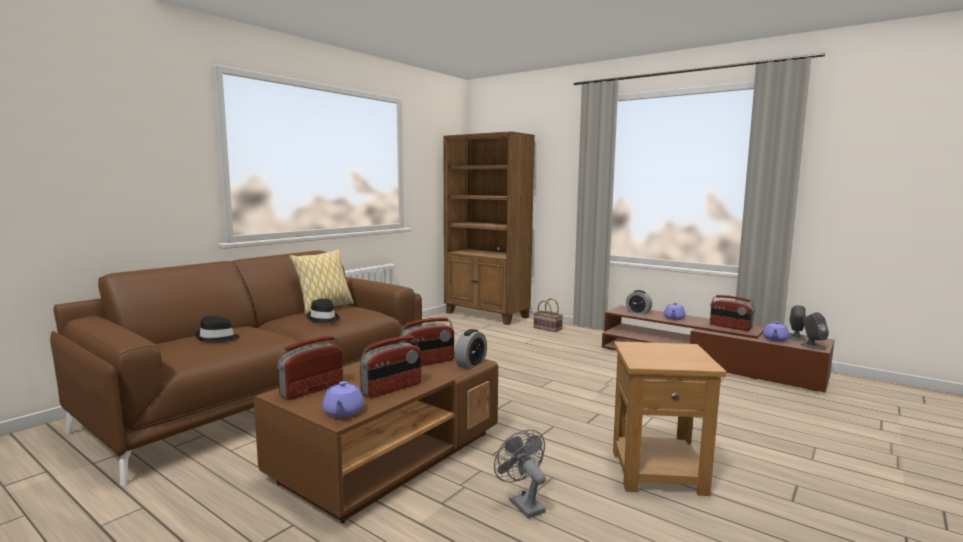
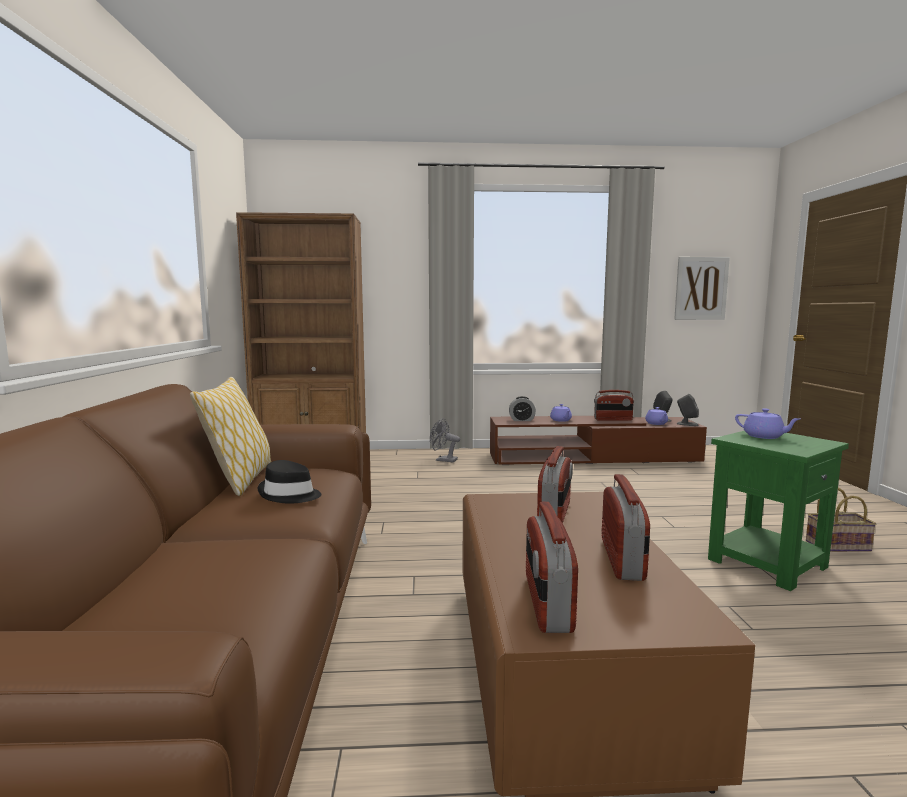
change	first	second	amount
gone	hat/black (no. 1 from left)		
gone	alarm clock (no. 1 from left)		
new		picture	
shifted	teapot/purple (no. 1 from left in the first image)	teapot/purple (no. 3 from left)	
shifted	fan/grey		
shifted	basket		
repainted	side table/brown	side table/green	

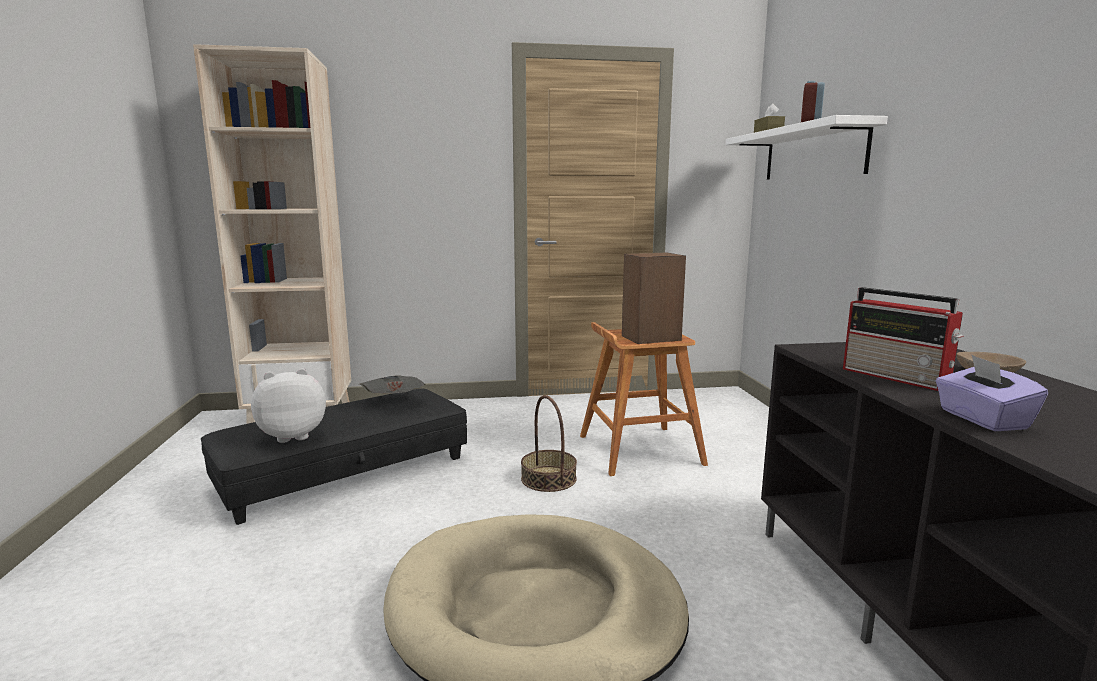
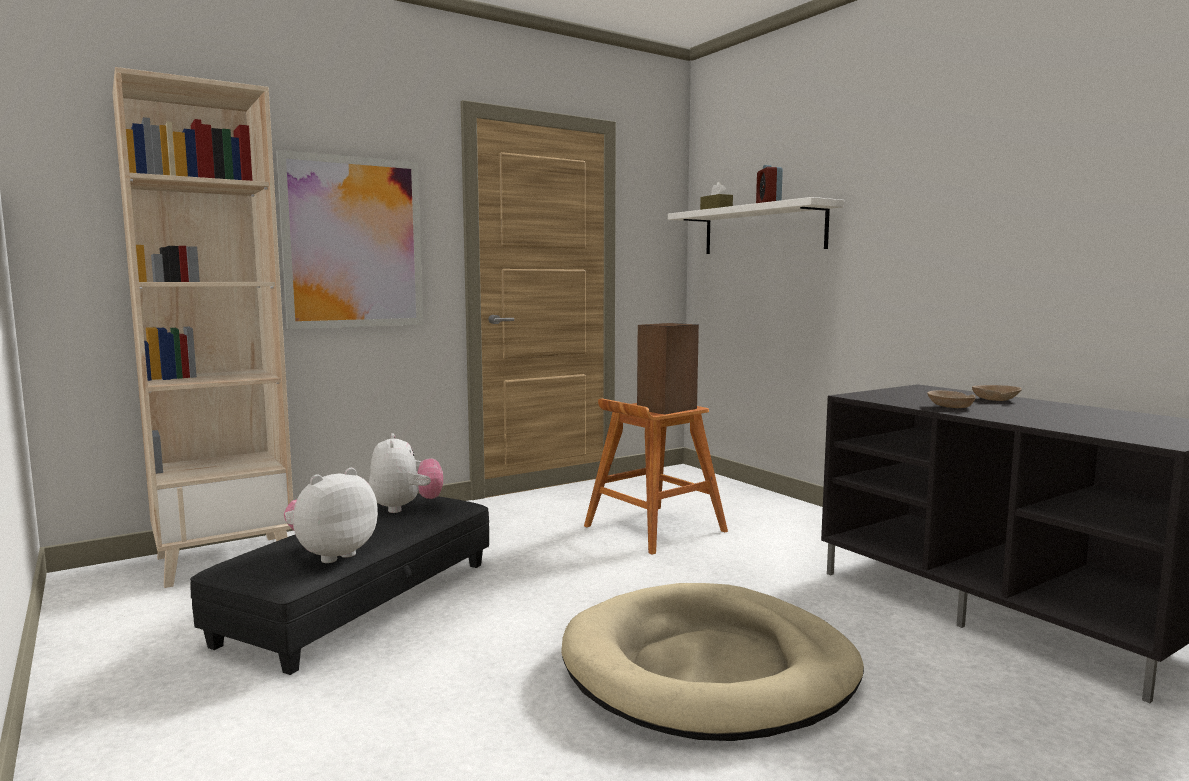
change	first	second	amount
gone	basket		
gone	tissue box/purple		
new		picture	
swapped	newspaper	plush toy (no. 2 from left)	
swapped	radio	bowl/beige (no. 1 from left)	

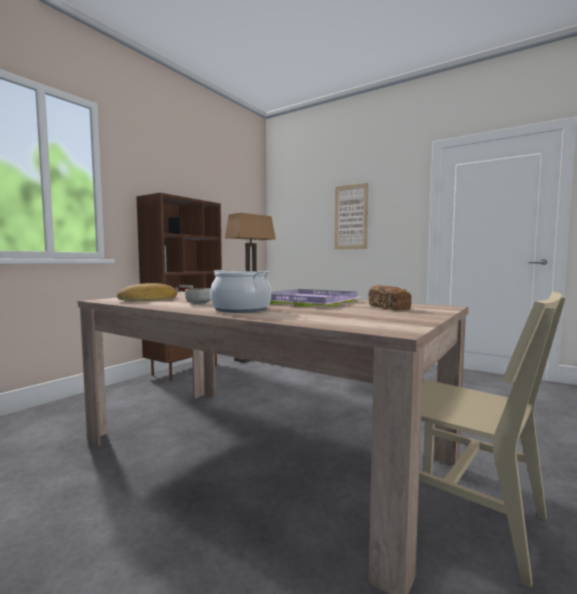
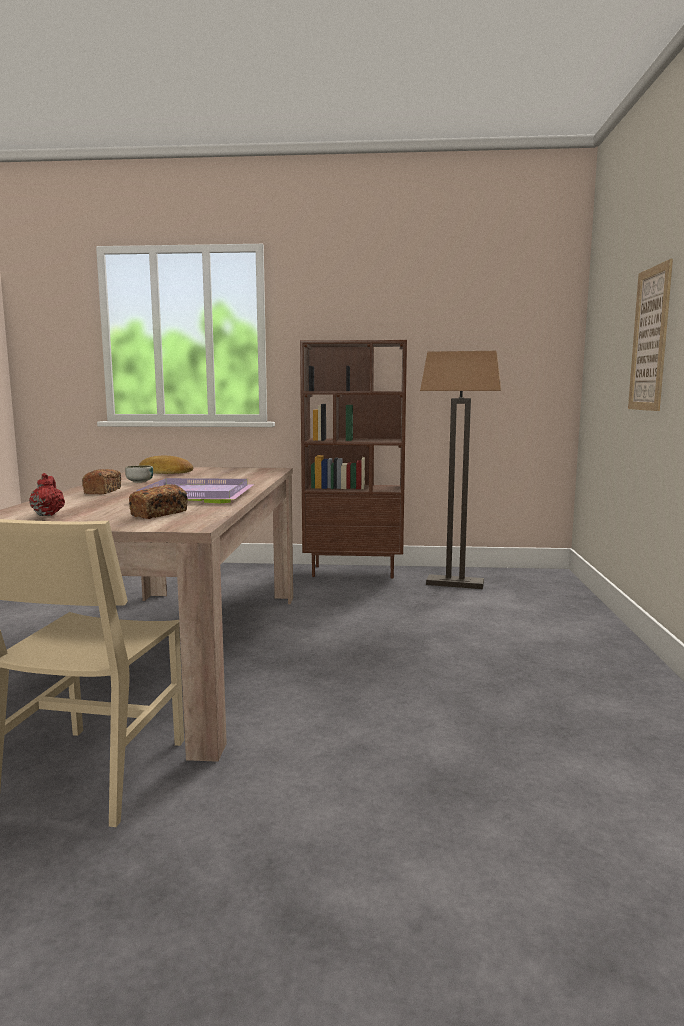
change	first	second	amount
new		teapot/red	
swapped	cooking pot	bread (no. 1 from left)	

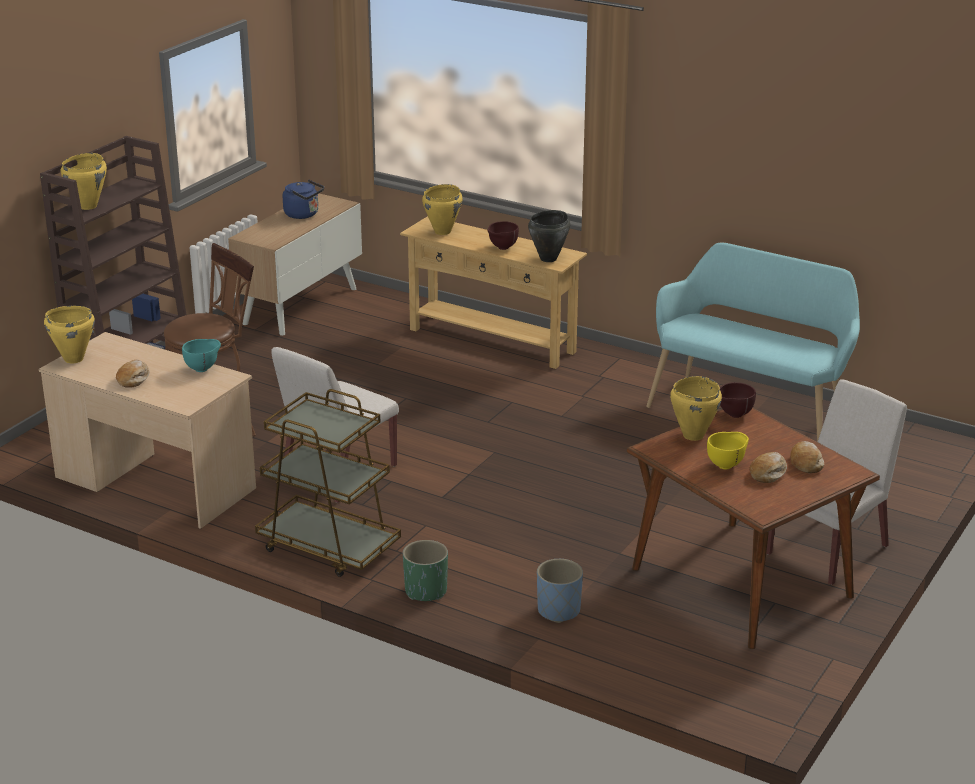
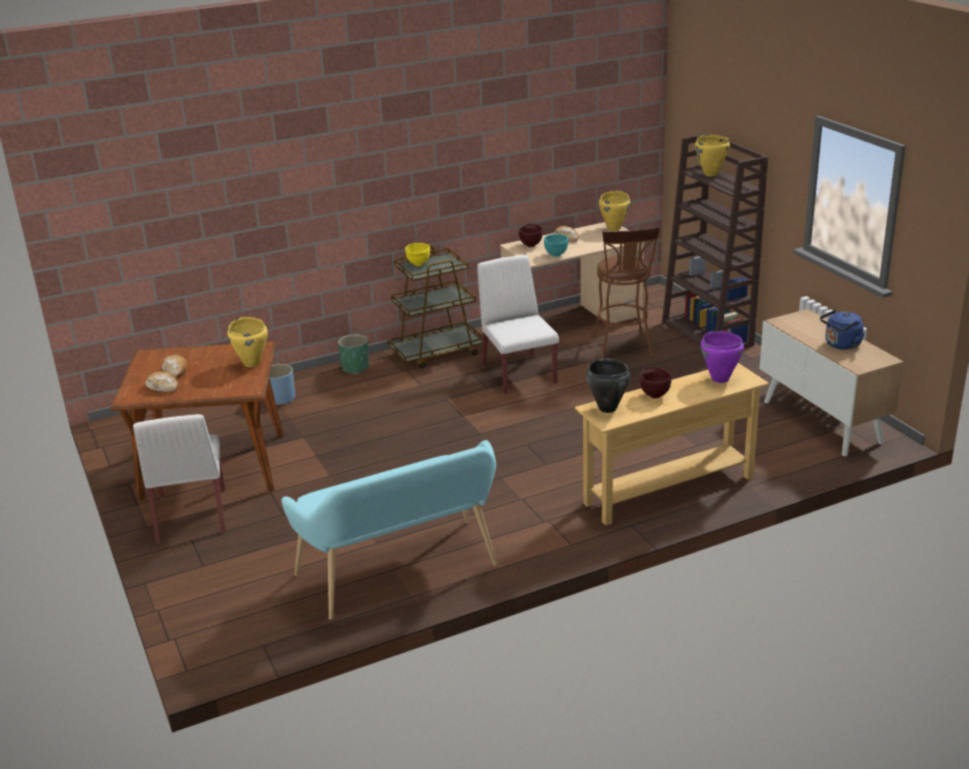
change	first	second	amount
shifted	bowl/yellow		
shifted	bowl/brown (no. 2 from left in the first image)	bowl/brown (no. 1 from left)	
repainted	cooking pot/yellow (no. 3 from left)	cooking pot/purple	

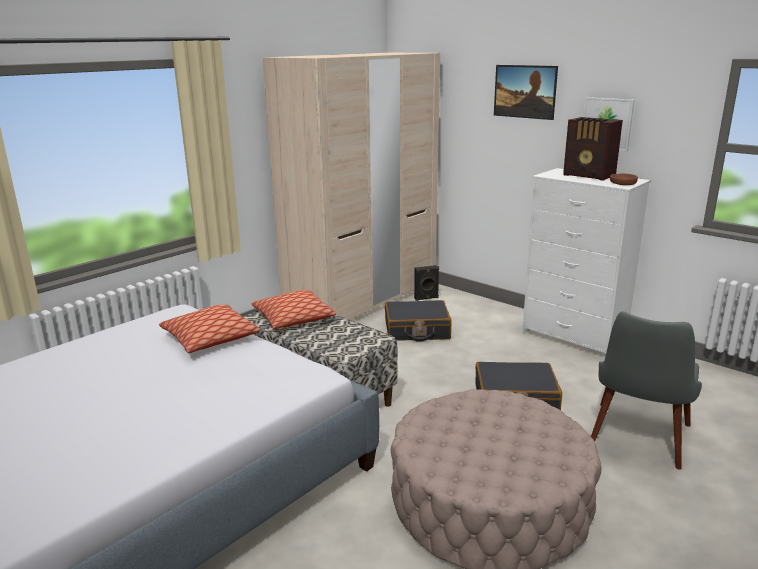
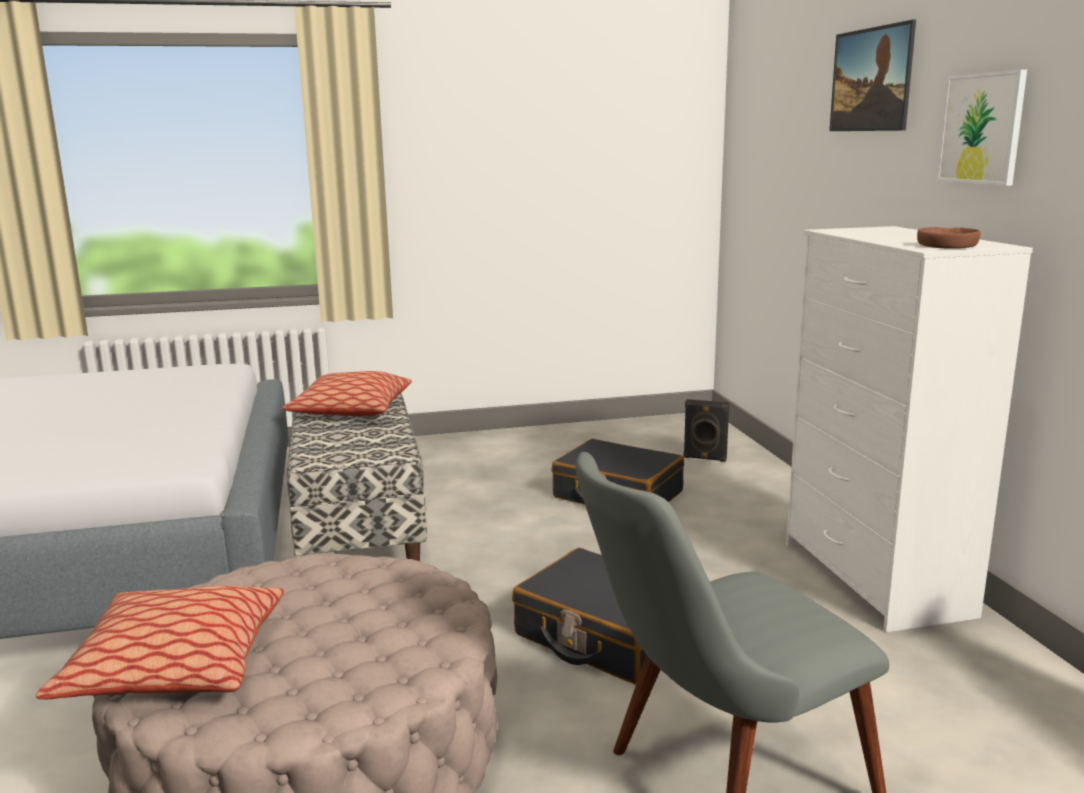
change	first	second	amount
gone	wardrobe/beige		
gone	radio		
shifted	pillow (no. 1 from left)		

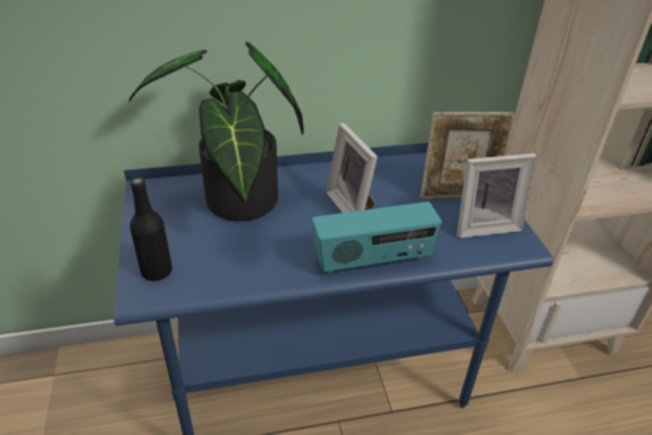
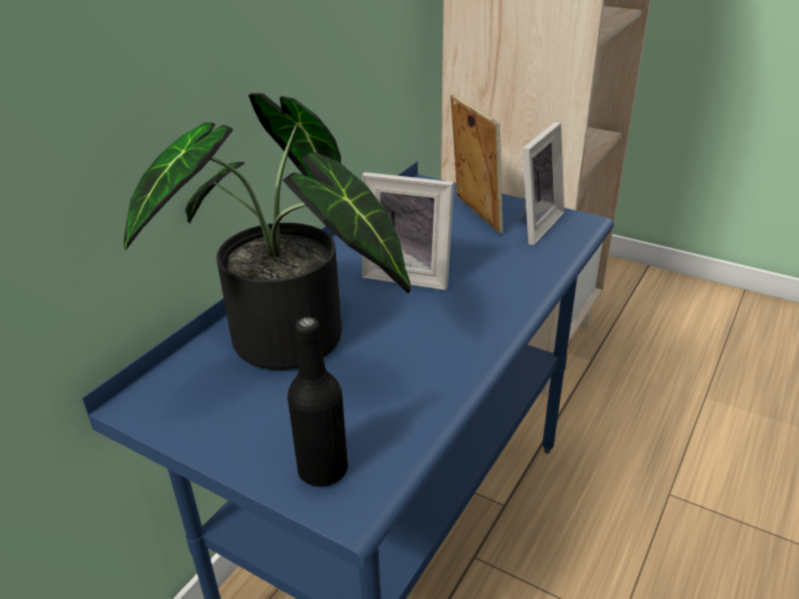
change	first	second	amount
gone	radio		
rotated	picture frame (no. 2 from left)		60 degrees counterclockwise

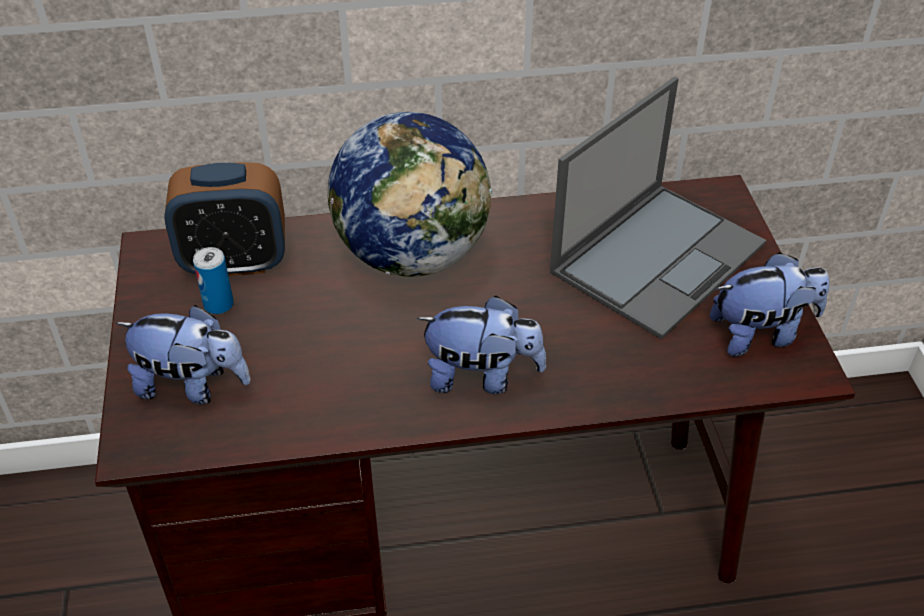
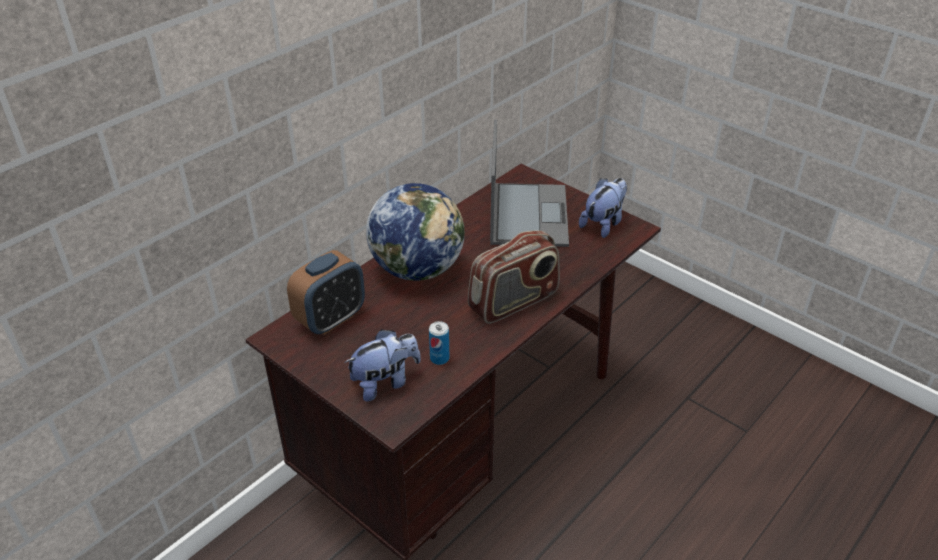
change	first	second	amount
shifted	can		
swapped	plush toy (no. 2 from left)	radio	

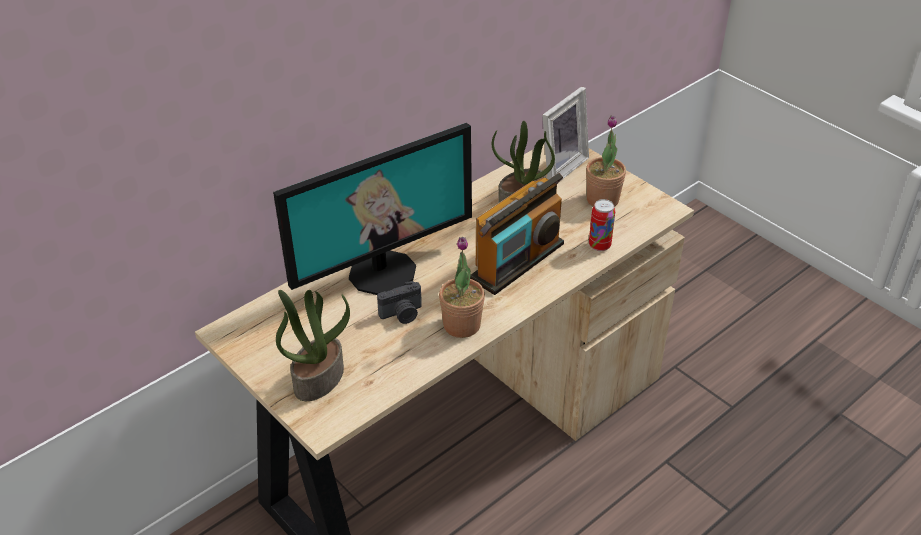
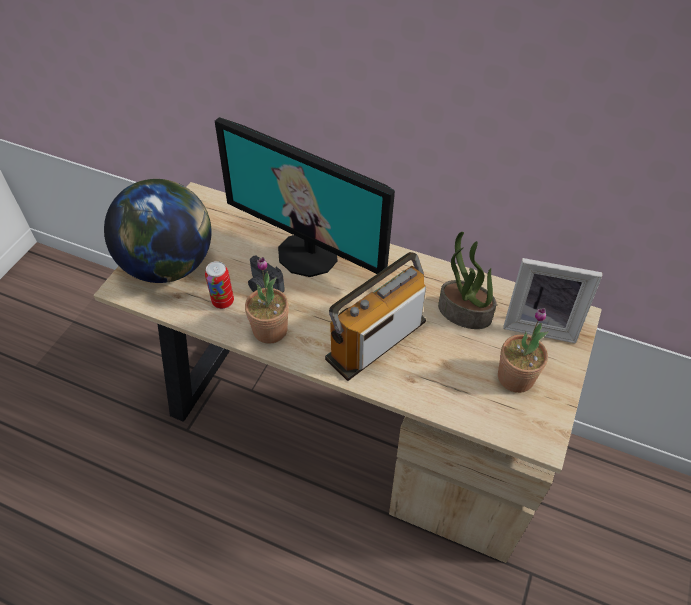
change	first	second	amount
shifted	can		
swapped	potted plant (no. 1 from left)	globe	
rotated	radio		120 degrees clockwise

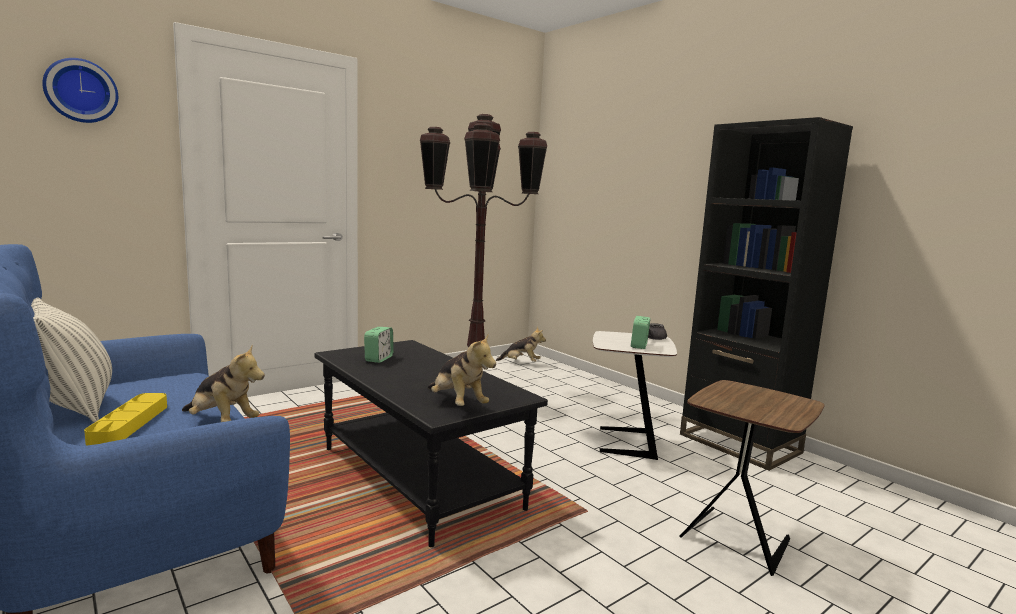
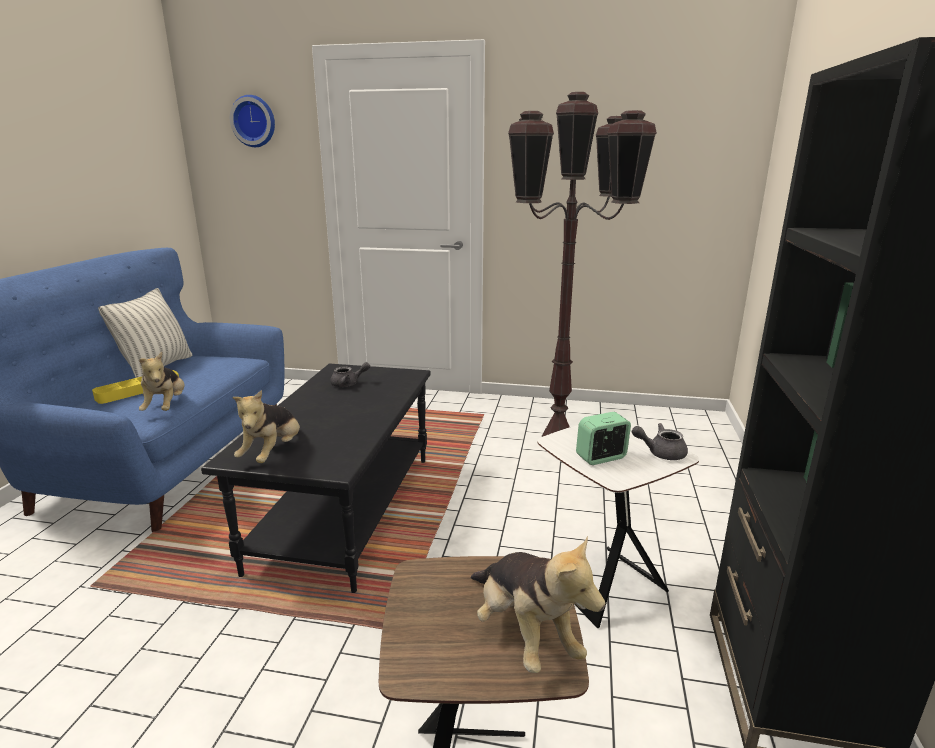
change	first	second	amount
shifted	plush toy (no. 3 from left)		
swapped	alarm clock (no. 1 from left)	teapot/grey (no. 1 from left)	

